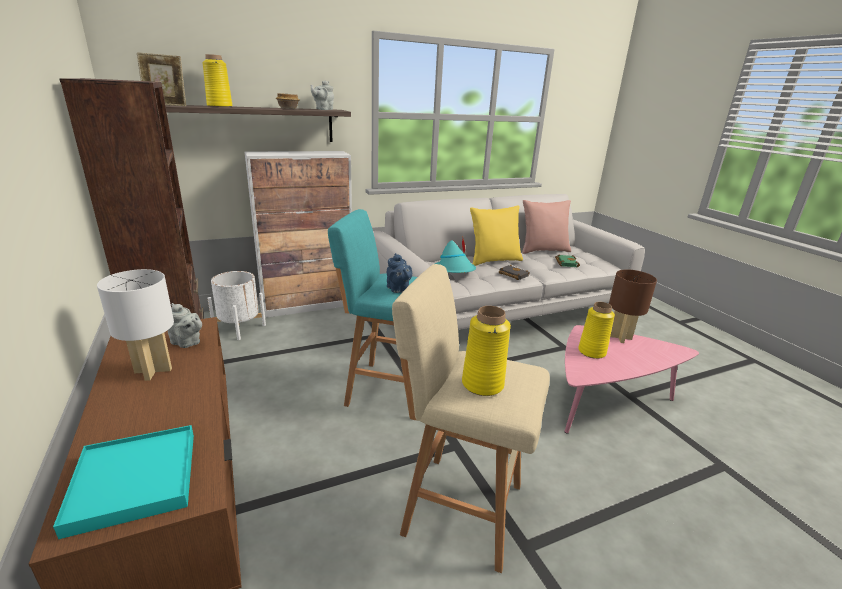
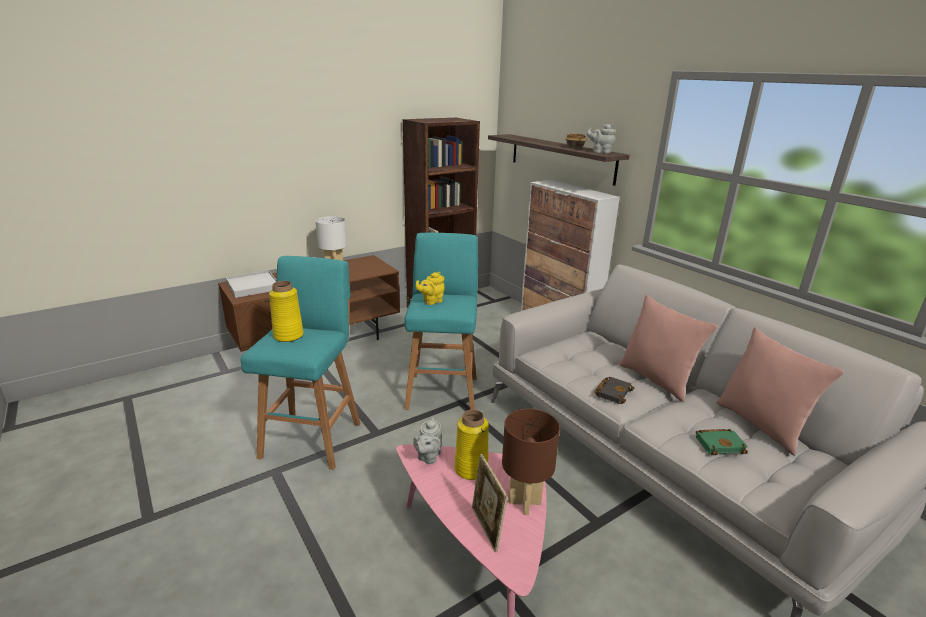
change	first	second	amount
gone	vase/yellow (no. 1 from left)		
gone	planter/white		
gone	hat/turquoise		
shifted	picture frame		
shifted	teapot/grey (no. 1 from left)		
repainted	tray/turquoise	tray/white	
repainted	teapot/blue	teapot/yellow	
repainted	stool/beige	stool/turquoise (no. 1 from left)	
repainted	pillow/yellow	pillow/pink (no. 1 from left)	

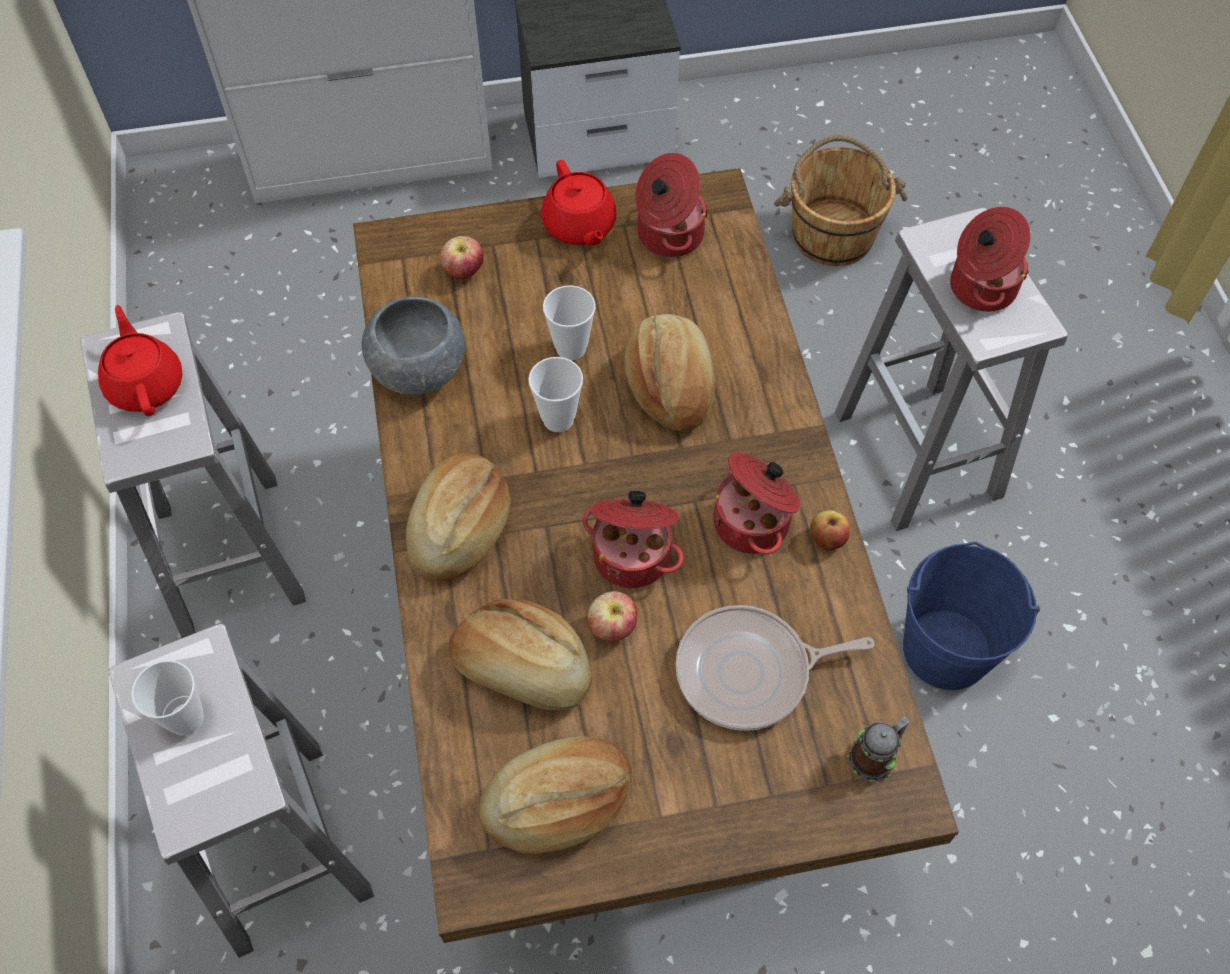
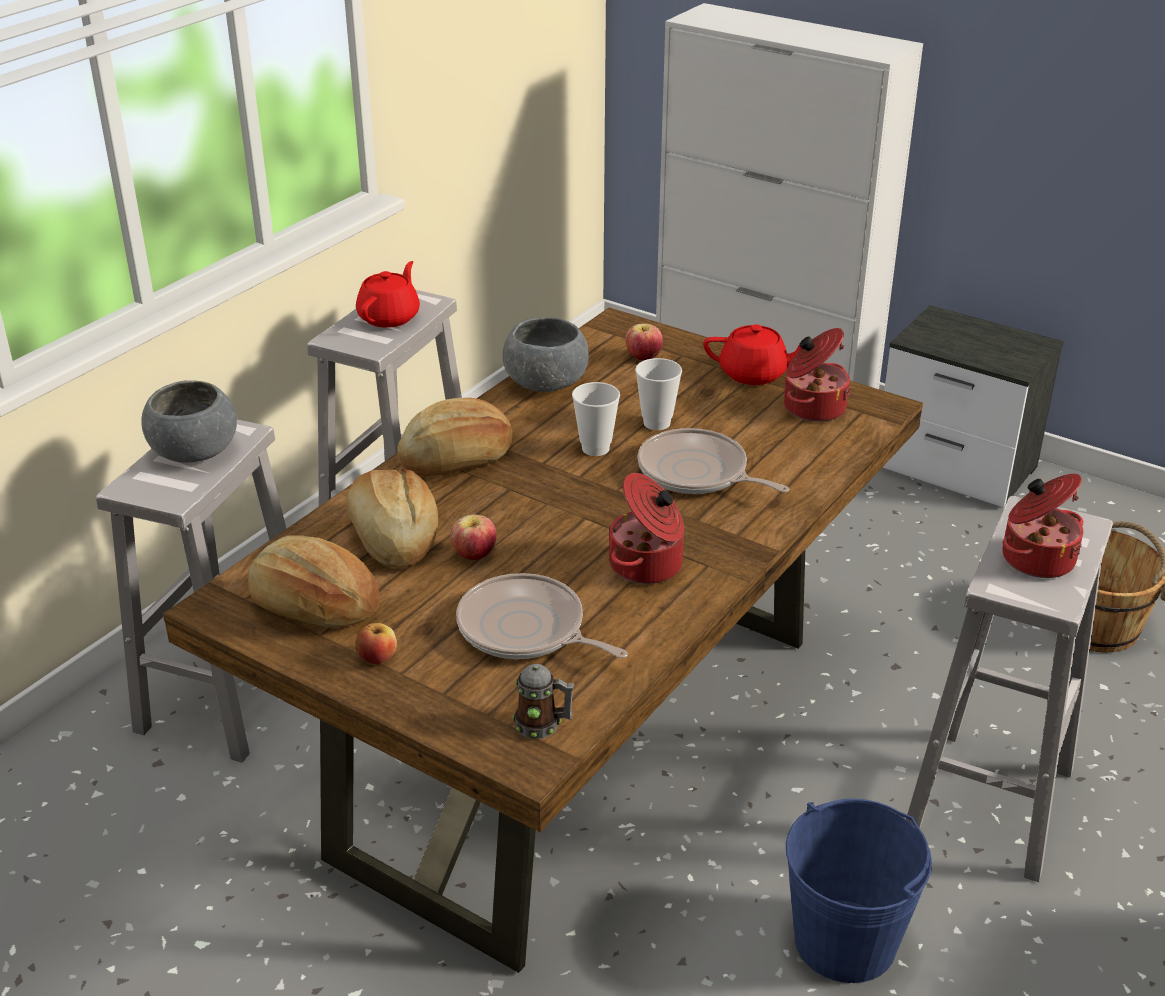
change	first	second	amount
gone	cooking pot (no. 1 from left)		
shifted	apple (no. 3 from left in the first image)	apple (no. 1 from left)	
swapped	cup (no. 1 from left)	bowl/grey (no. 1 from left)	
swapped	bread (no. 4 from left)	frying pan (no. 2 from left)	
rotated	teapot/red (no. 2 from left)		105 degrees counterclockwise

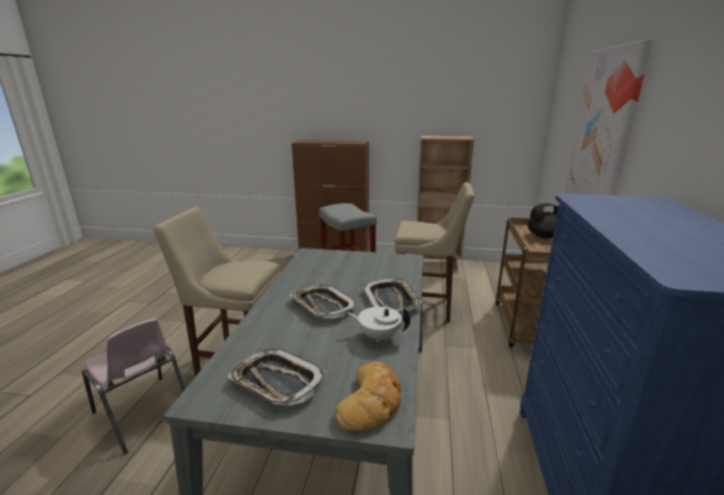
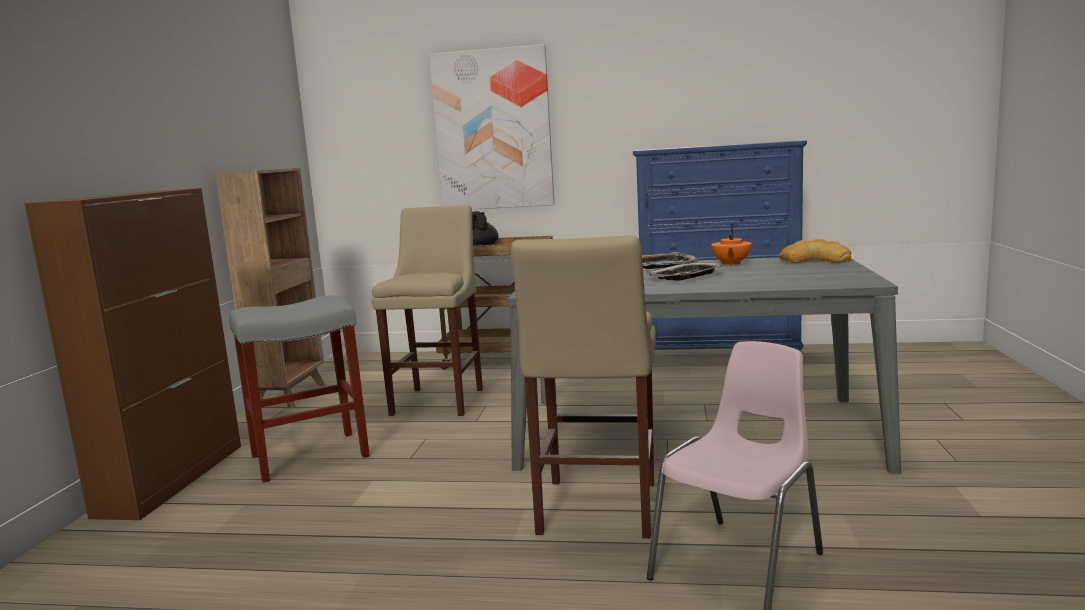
change	first	second	amount
gone	tray (no. 1 from left)		
repainted	teapot/white	teapot/orange	

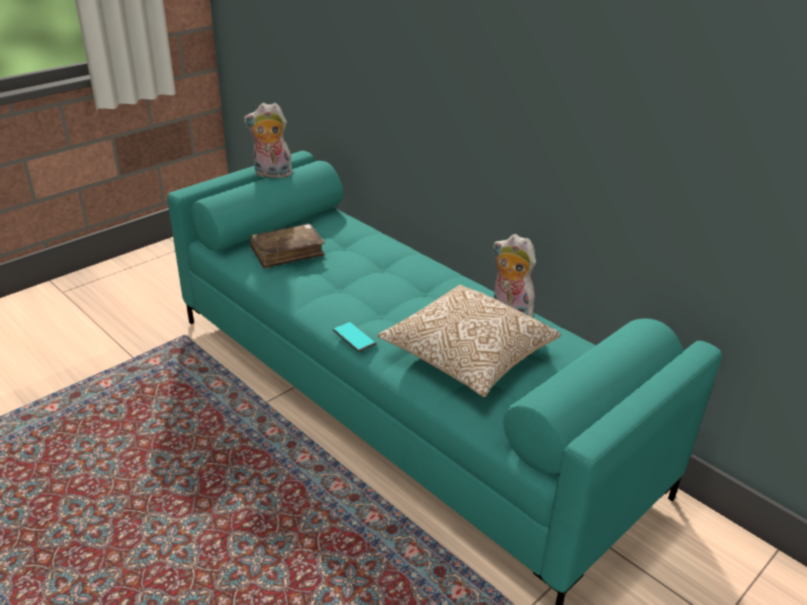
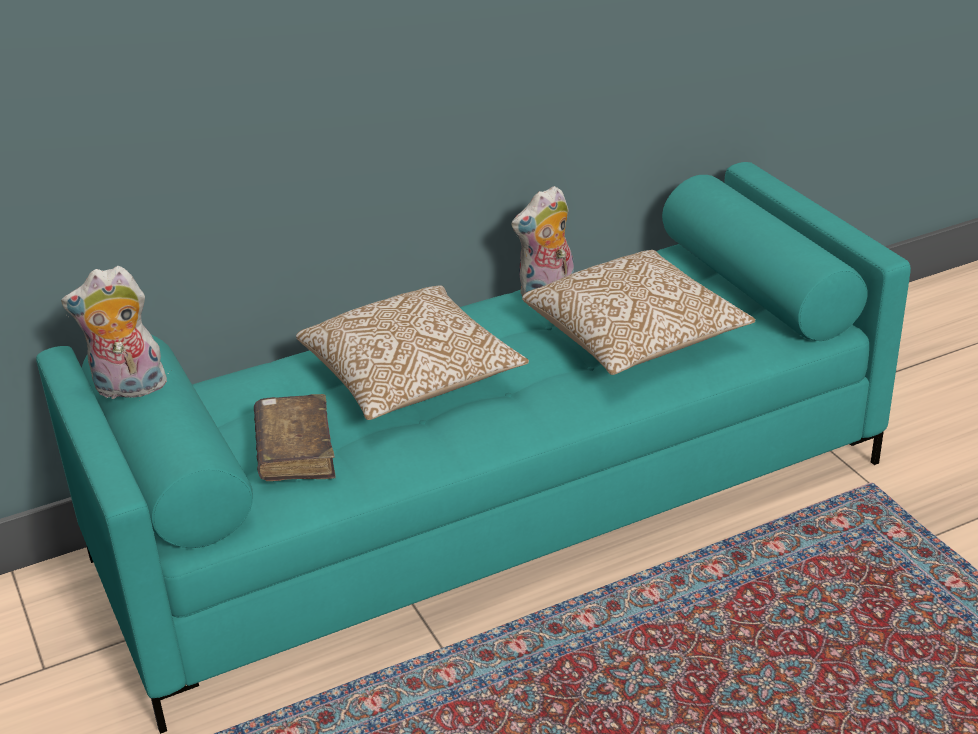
change	first	second	amount
gone	phone		
new		pillow (no. 1 from left)	
rotated	plush toy (no. 1 from left)		60 degrees clockwise

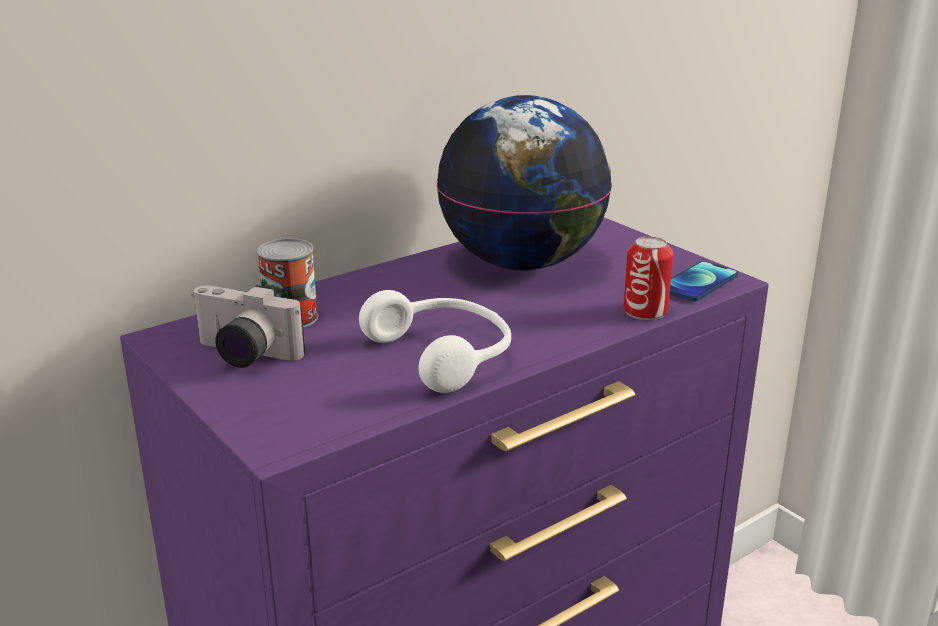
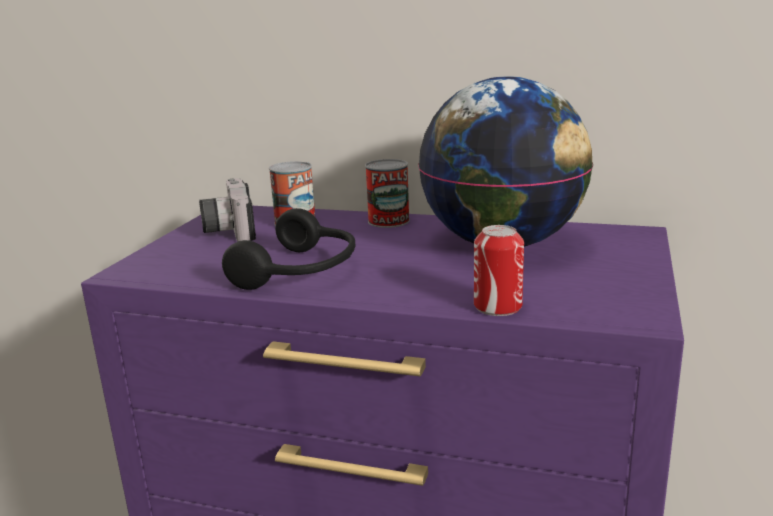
change	first	second	amount
gone	phone		
new		can (no. 2 from left)	
repainted	headphones/white	headphones/black	

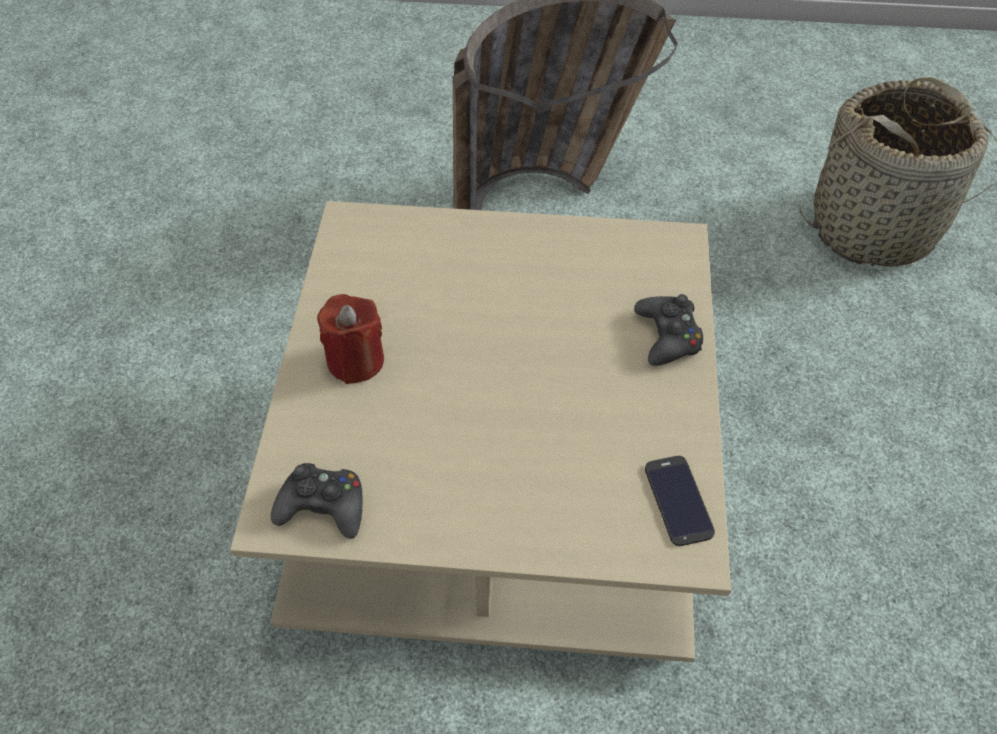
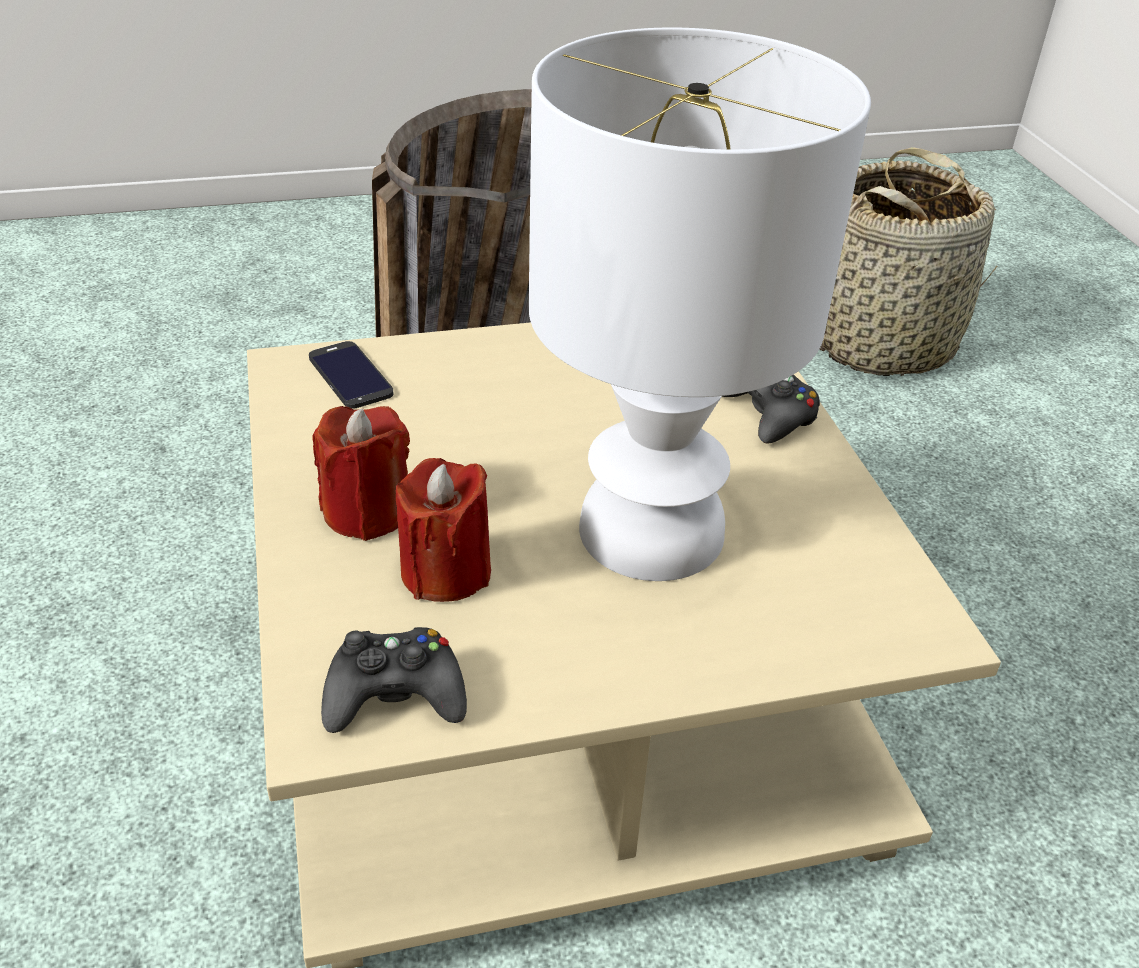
change	first	second	amount
new		candle/red (no. 2 from left)	
new		table lamp/white	
shifted	phone		

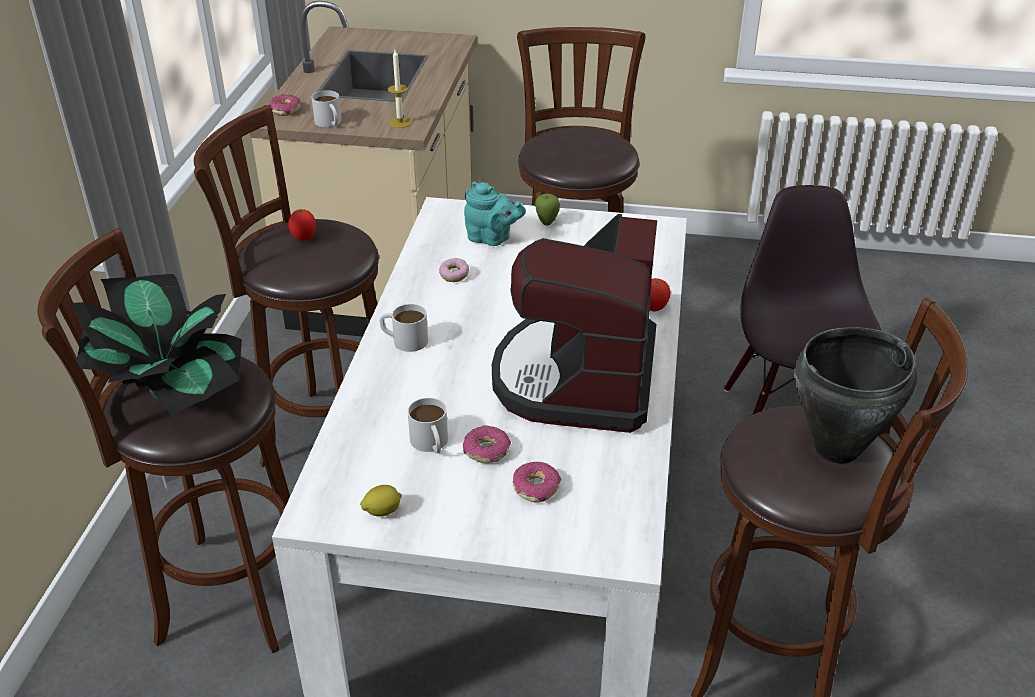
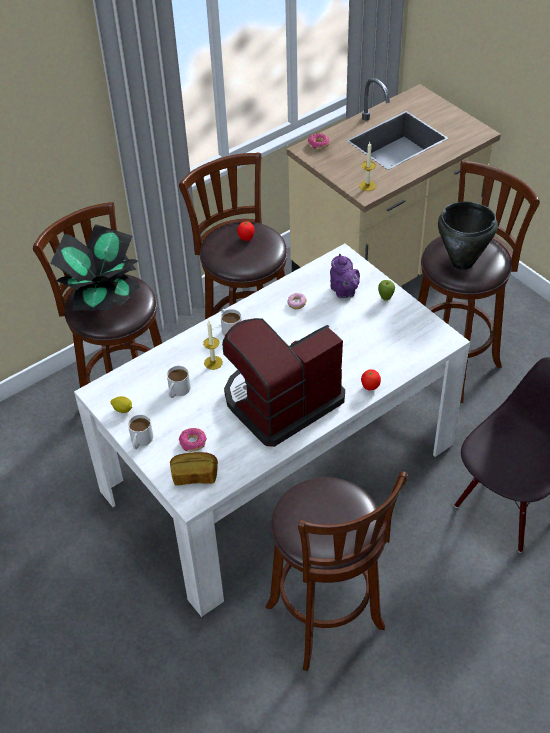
change	first	second	amount
gone	donut (no. 3 from left)		
new		bread	
new		candle (no. 1 from left)	
shifted	mug/white (no. 1 from left)		
shifted	cooking pot/black		
repainted	teapot/turquoise	teapot/purple	

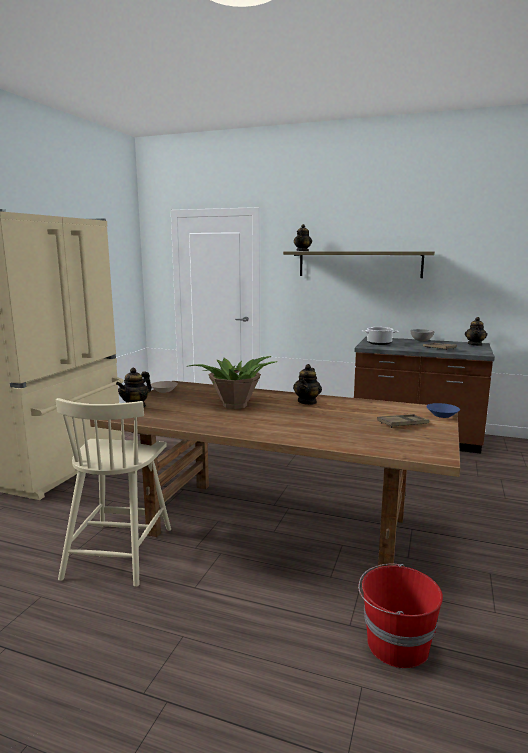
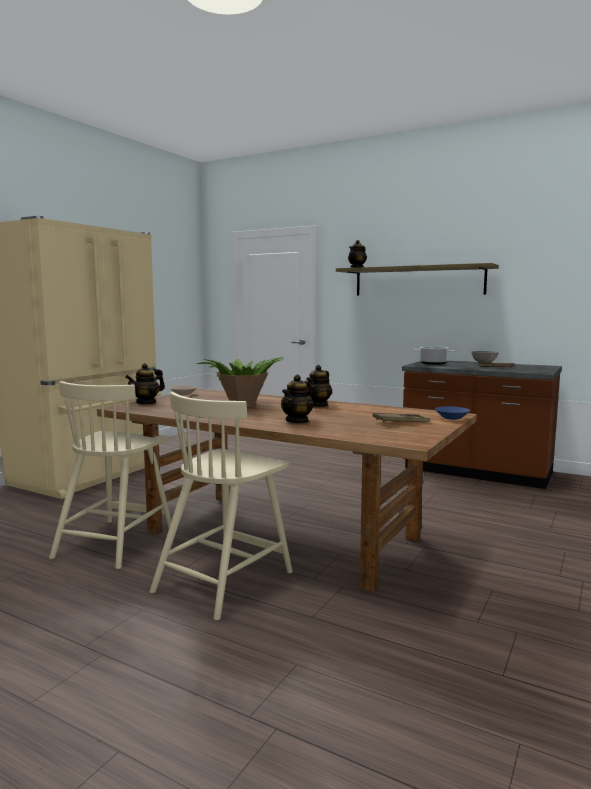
change	first	second	amount
gone	bucket/red		
new		chair/beige (no. 2 from left)	
shifted	teapot (no. 4 from left in the first image)	teapot (no. 2 from left)	

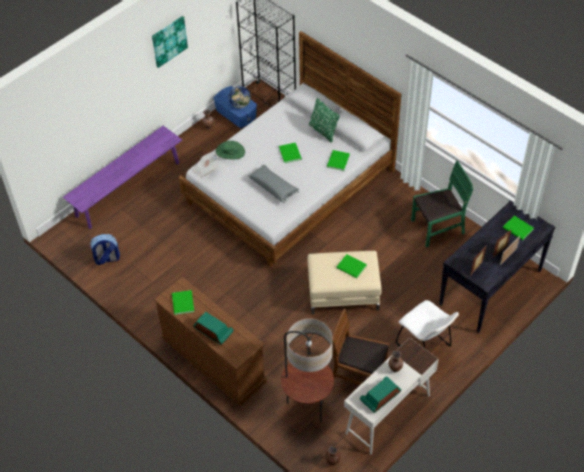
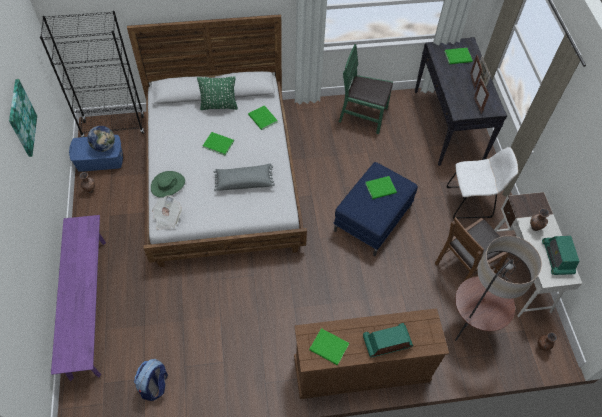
change	first	second	amount
repainted	ottoman/beige	ottoman/blue	
rotated	chair/green		90 degrees counterclockwise

